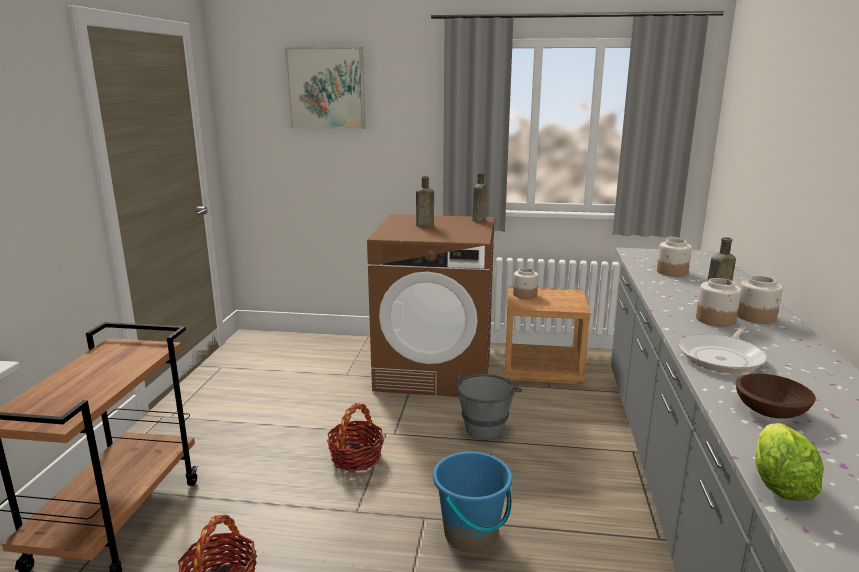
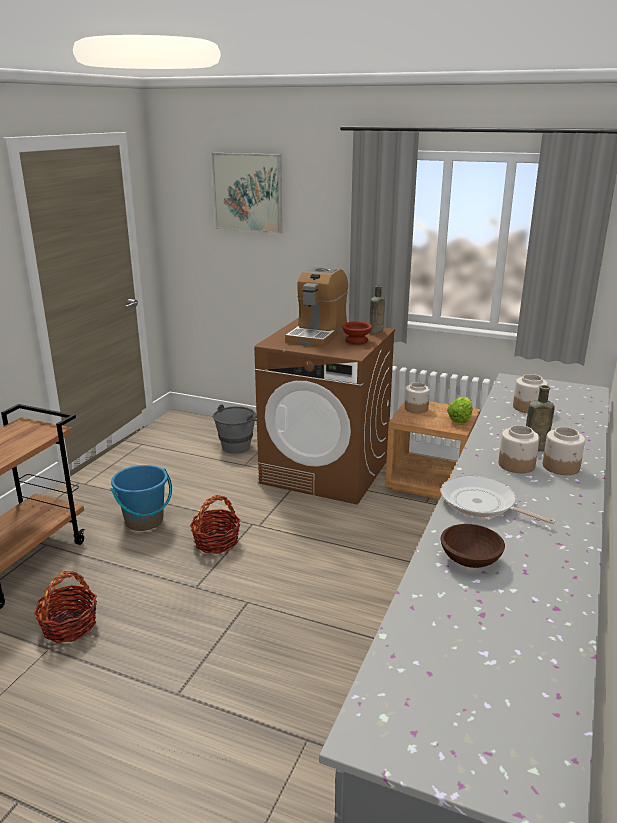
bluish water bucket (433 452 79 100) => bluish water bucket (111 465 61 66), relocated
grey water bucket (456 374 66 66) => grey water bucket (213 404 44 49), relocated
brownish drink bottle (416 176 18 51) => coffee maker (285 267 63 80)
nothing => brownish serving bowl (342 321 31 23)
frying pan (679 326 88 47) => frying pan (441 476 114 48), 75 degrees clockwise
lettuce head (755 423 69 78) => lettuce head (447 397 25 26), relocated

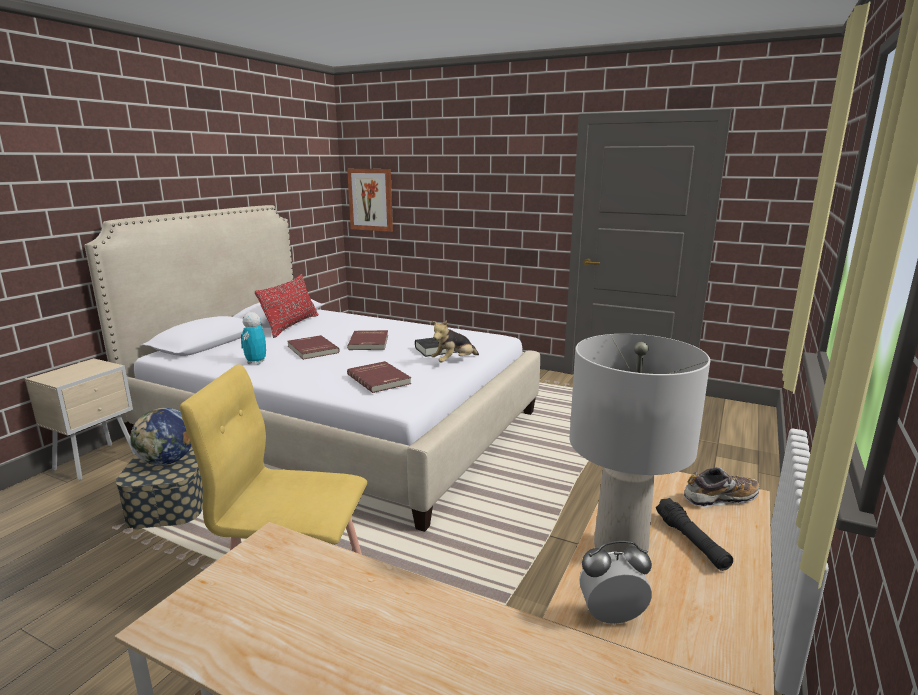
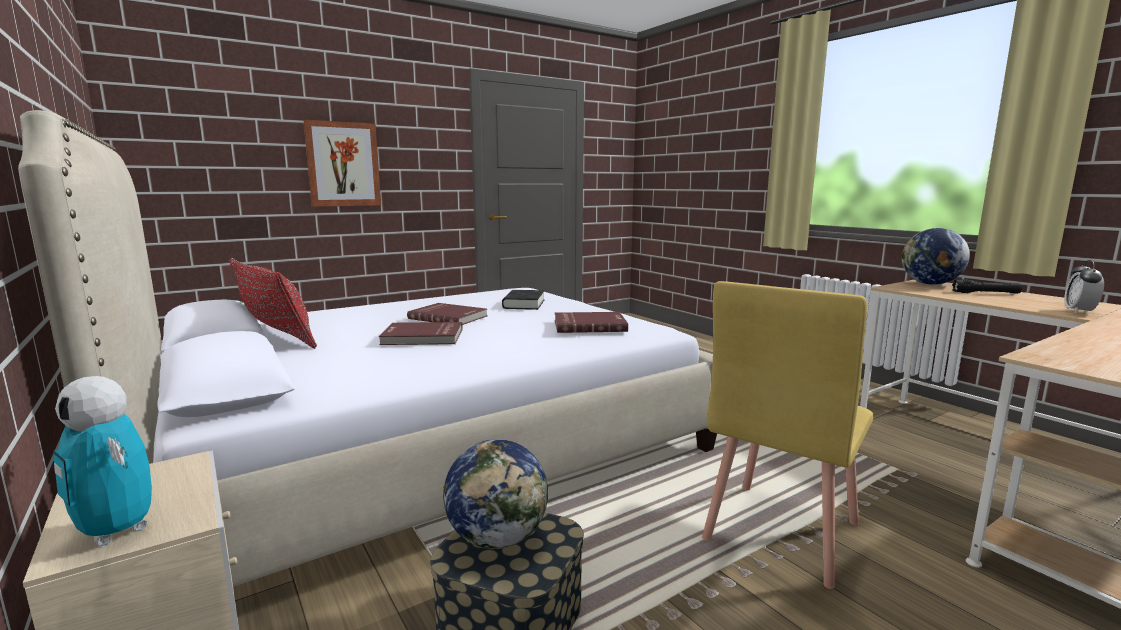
model robot (241 312 25 52) => model robot (53 376 99 170), relocated
wall art (347 169 46 63) => wall art (303 120 78 87), relocated
item of footwear (683 467 76 40) => world globe (902 228 68 57)
cuddly toy (431 320 48 43) => nothing
grey table lamp (569 334 141 220) => nothing

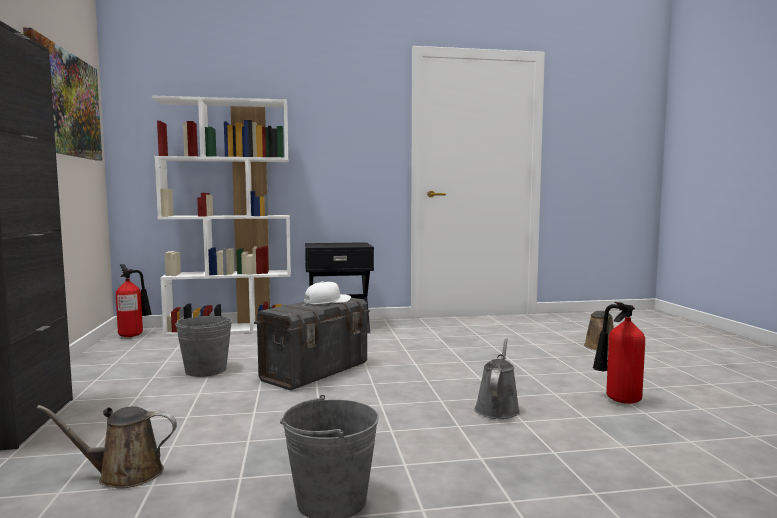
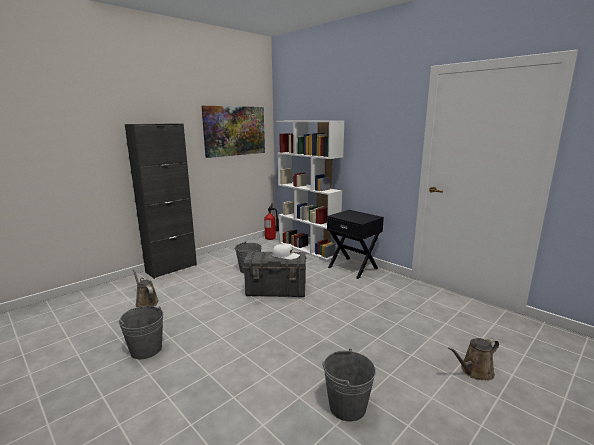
extinguisher (593 302 52 102) => grey water bucket (322 349 54 73)
grey watering pot (474 338 46 81) => nothing

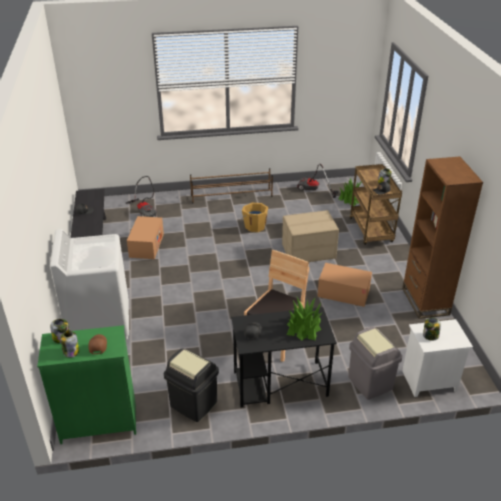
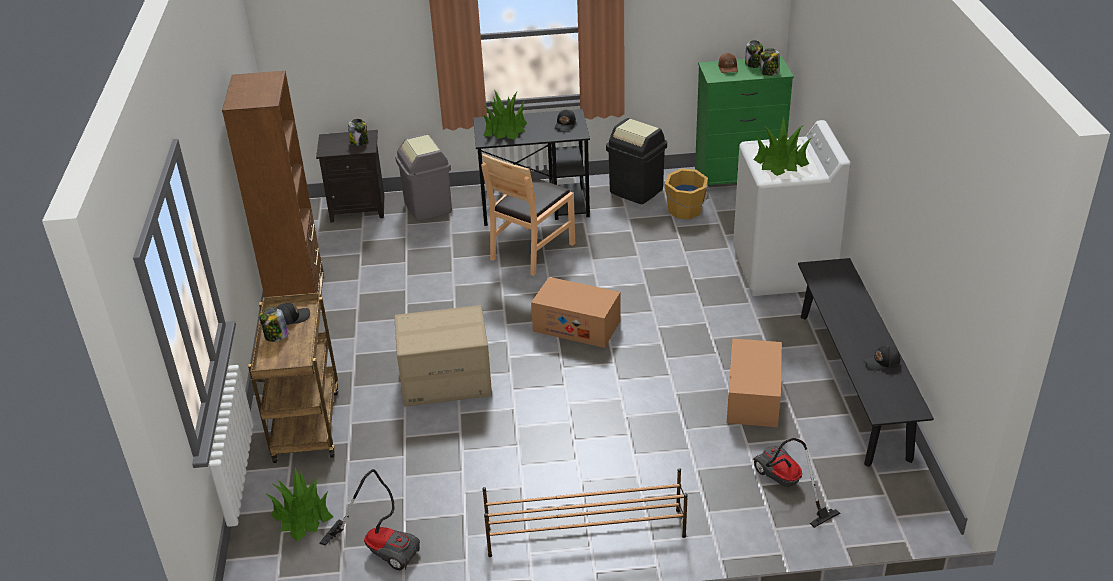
white bedside table (402 319 71 78) => black-coloured bedside table (316 130 69 92)
packing box (317 263 55 44) => packing box (531 277 90 71), relocated
orange-coloured water bucket (241 203 27 29) => orange-coloured water bucket (665 168 44 51), relocated
nothing => potted plant (753 117 58 59)

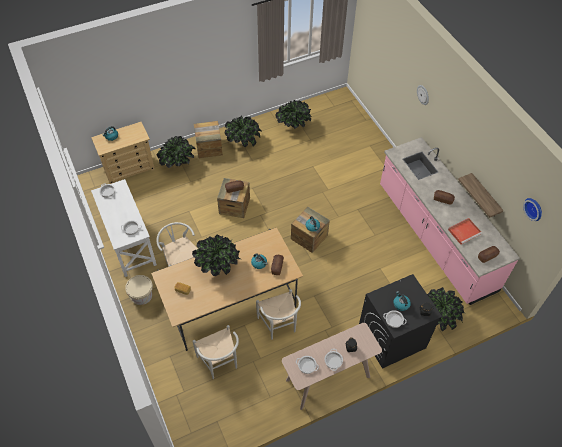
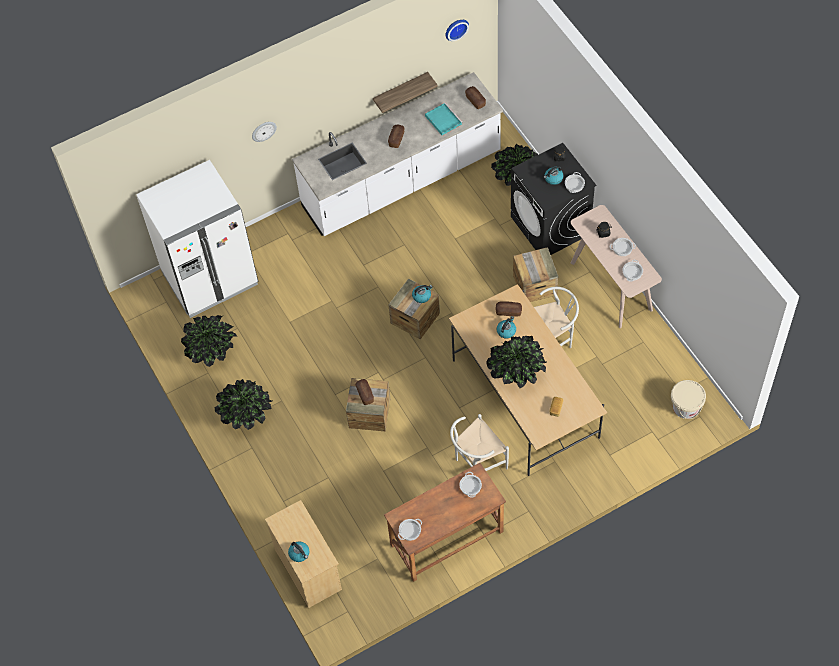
nothing => white kitchen fridge (136 160 122 158)
pinkish kitchen counter (380 137 140 168) => white kitchen counter (292 72 211 164)
white desk (91 179 66 98) => brownish desk (384 463 122 119)
red-coloured serving tray (448 218 34 27) => blue-green serving tray (425 103 37 33)
packing crate (194 121 29 37) => packing crate (513 247 45 55), relocated
beige-coloured water bucket (125 275 28 30) => beige-coloured water bucket (671 380 35 39), relocated
potted plant (156 136 40 32) => nothing
white chair (192 325 47 54) => nothing

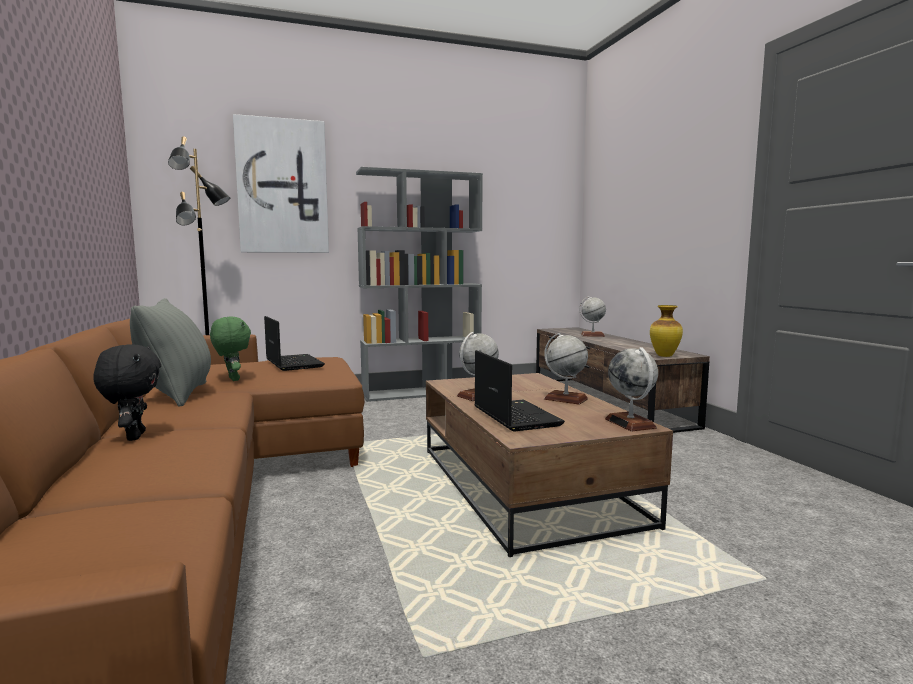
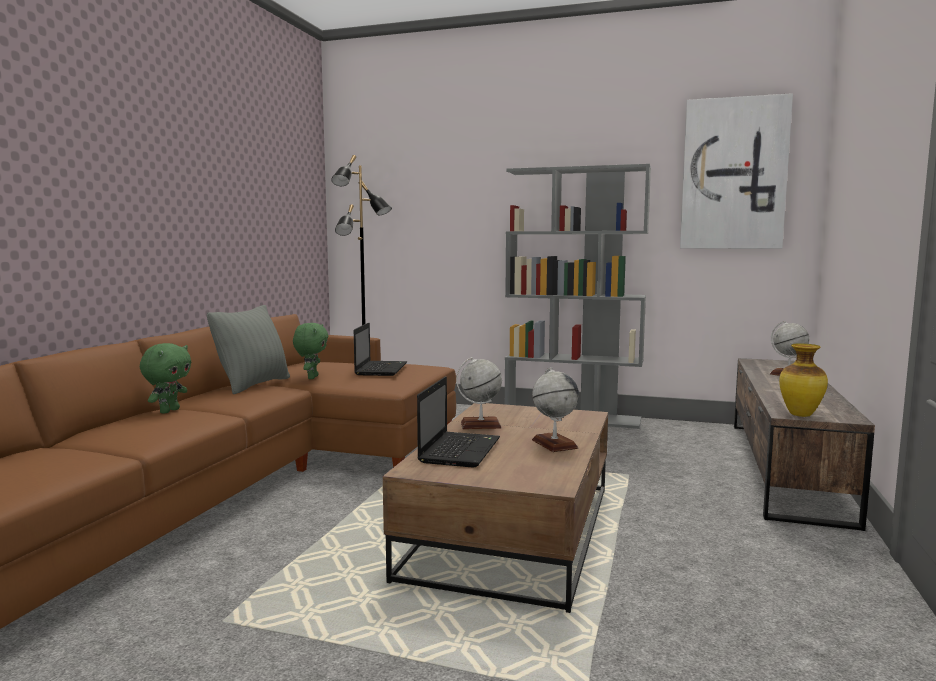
black-coloured cuddly toy (93 344 68 97) => green-coloured cuddly toy (140 343 51 70)
wall art (233 114 96 139) => wall art (680 93 113 156), relocated
world globe (605 347 53 84) => nothing

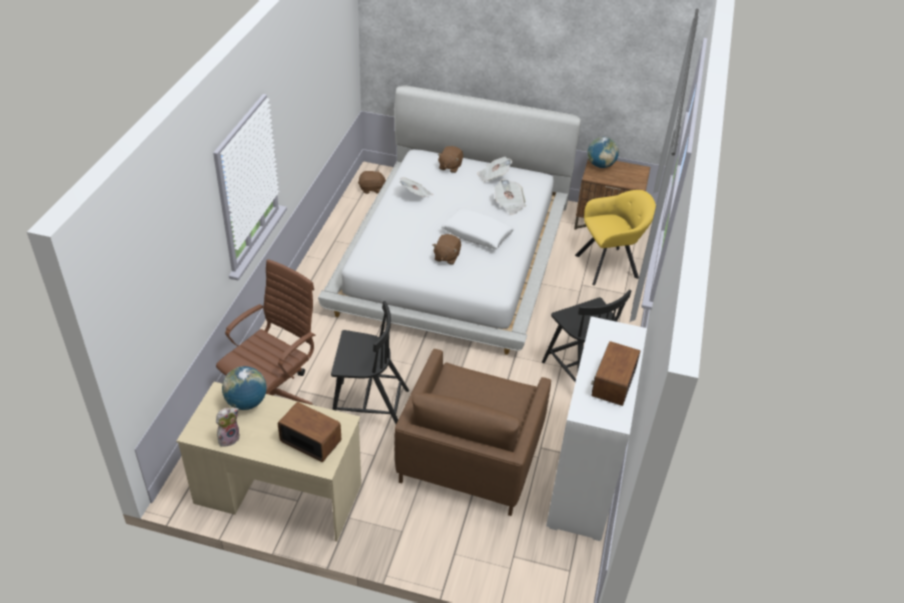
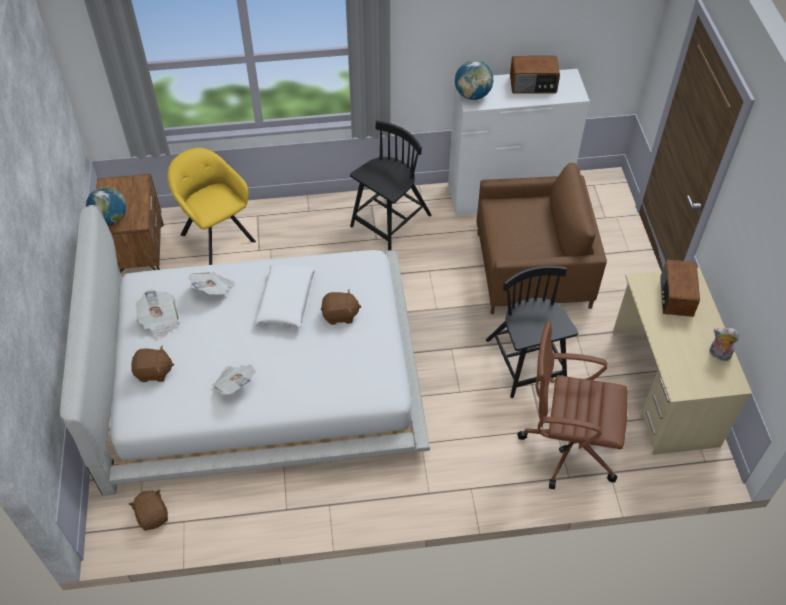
world globe (222 366 45 44) => world globe (455 60 38 40), relocated

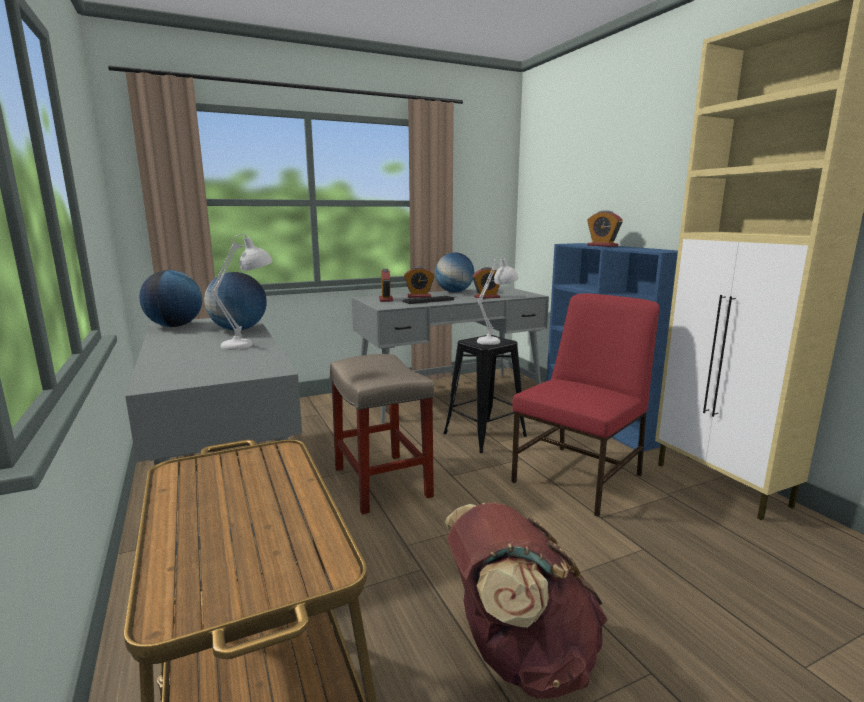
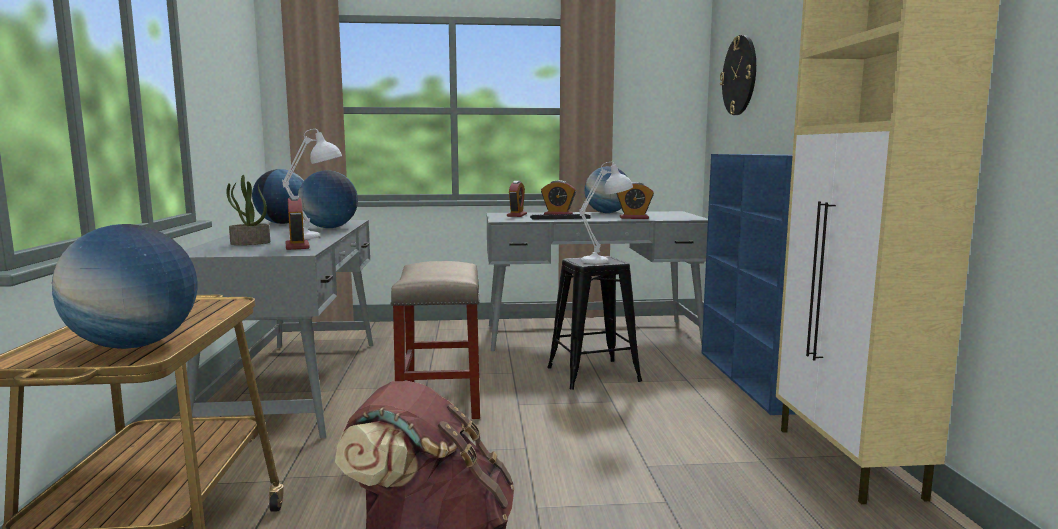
nothing => world globe (52 224 145 125)
nothing => potted plant (226 175 44 70)
alarm clock (587 211 36 36) => alarm clock (285 196 25 54), relocated
nothing => wall clock (720 35 36 80)
red-coloured chair (511 293 148 224) => nothing

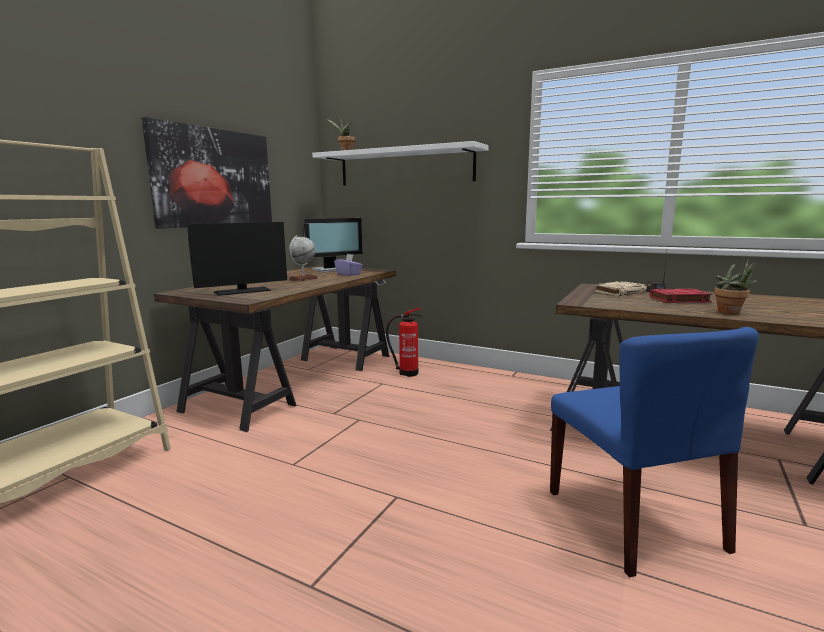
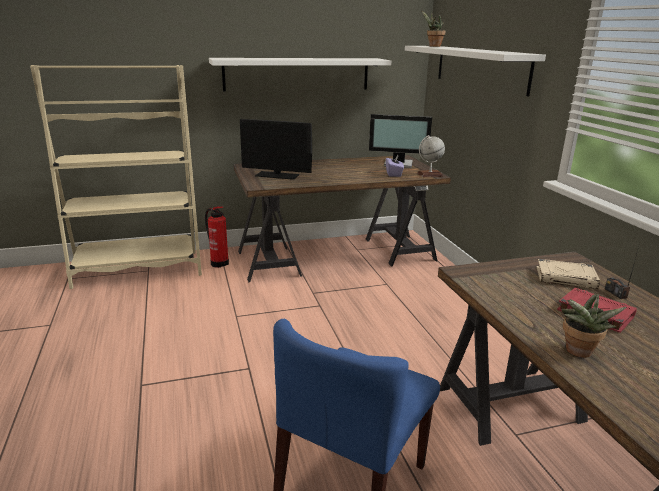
extinguisher (386 308 36 69) => extinguisher (205 206 24 62), relocated
wall art (142 117 130 112) => white bracket shelf (209 58 182 33)
world globe (289 236 29 45) => world globe (417 135 28 42), relocated

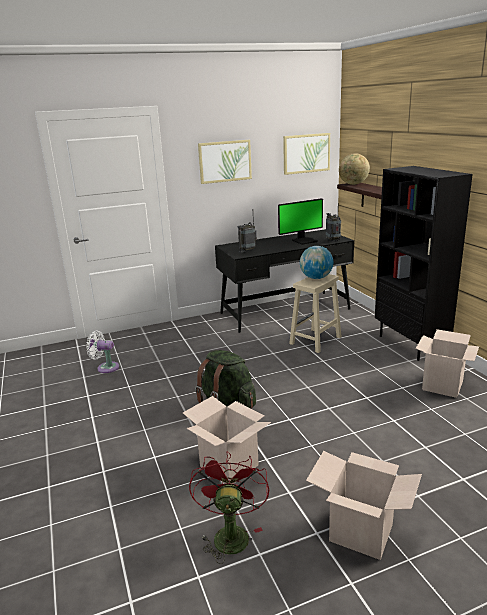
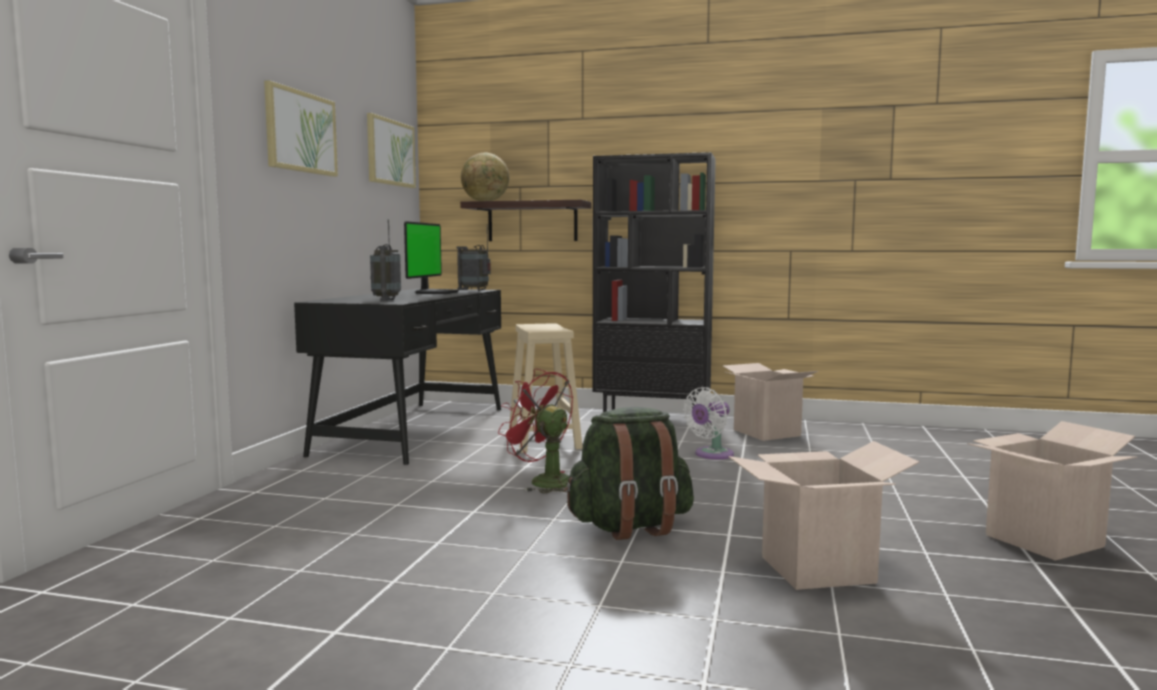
red-coloured electric fan (189 451 80 113) => red-coloured electric fan (498 369 75 125), relocated
white electric fan (86 331 33 42) => white electric fan (683 387 51 72), relocated
world globe (300 246 33 33) => nothing

